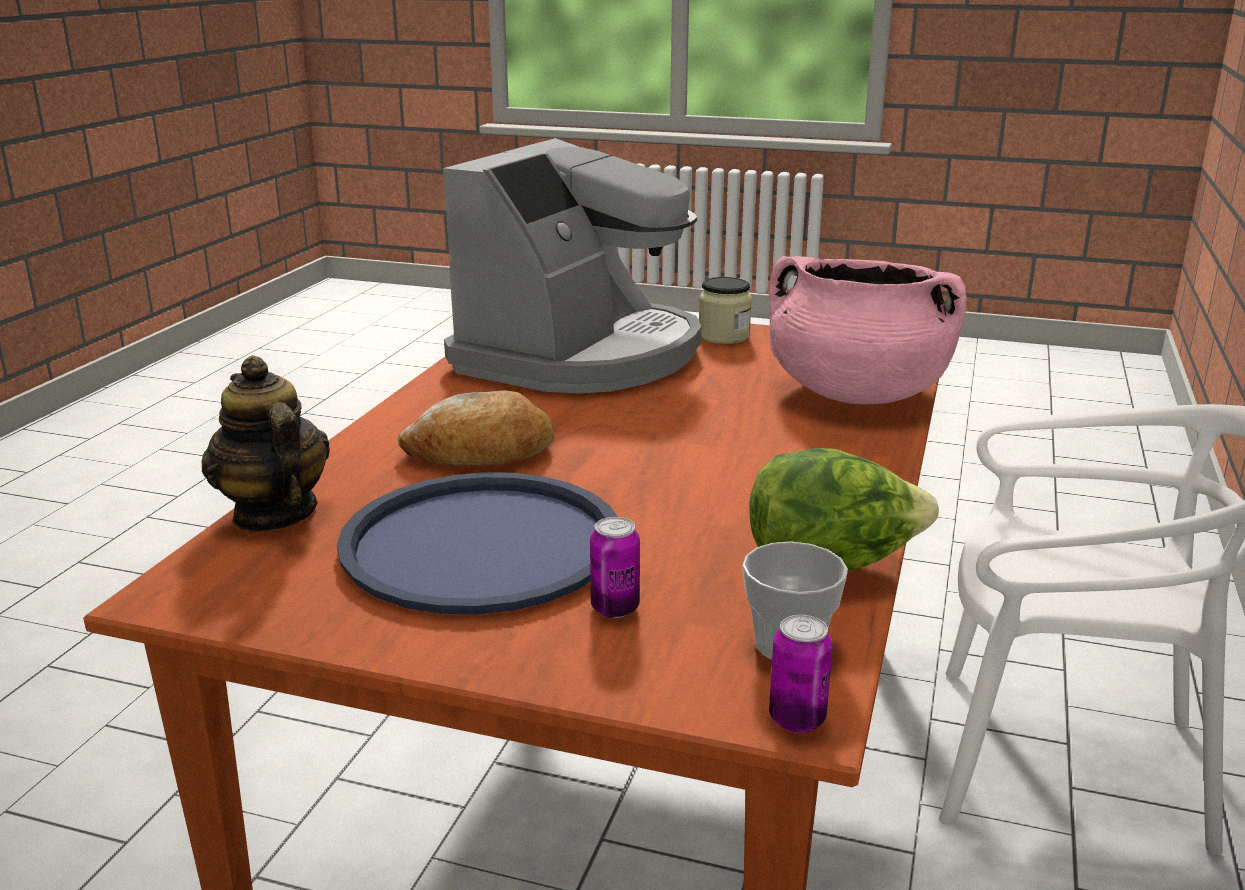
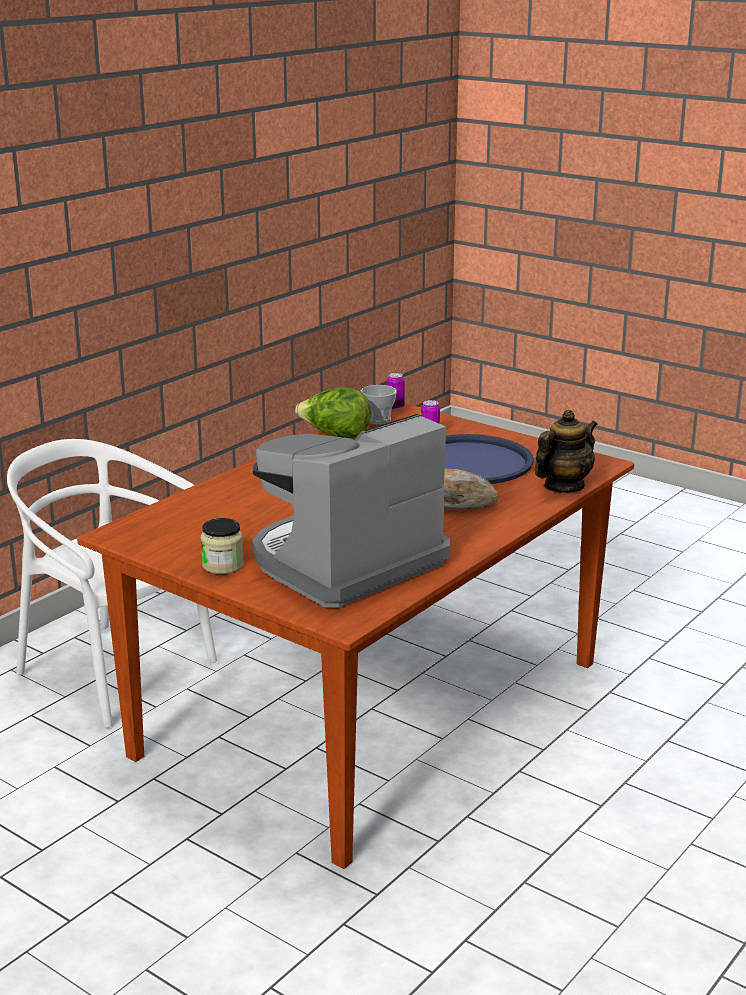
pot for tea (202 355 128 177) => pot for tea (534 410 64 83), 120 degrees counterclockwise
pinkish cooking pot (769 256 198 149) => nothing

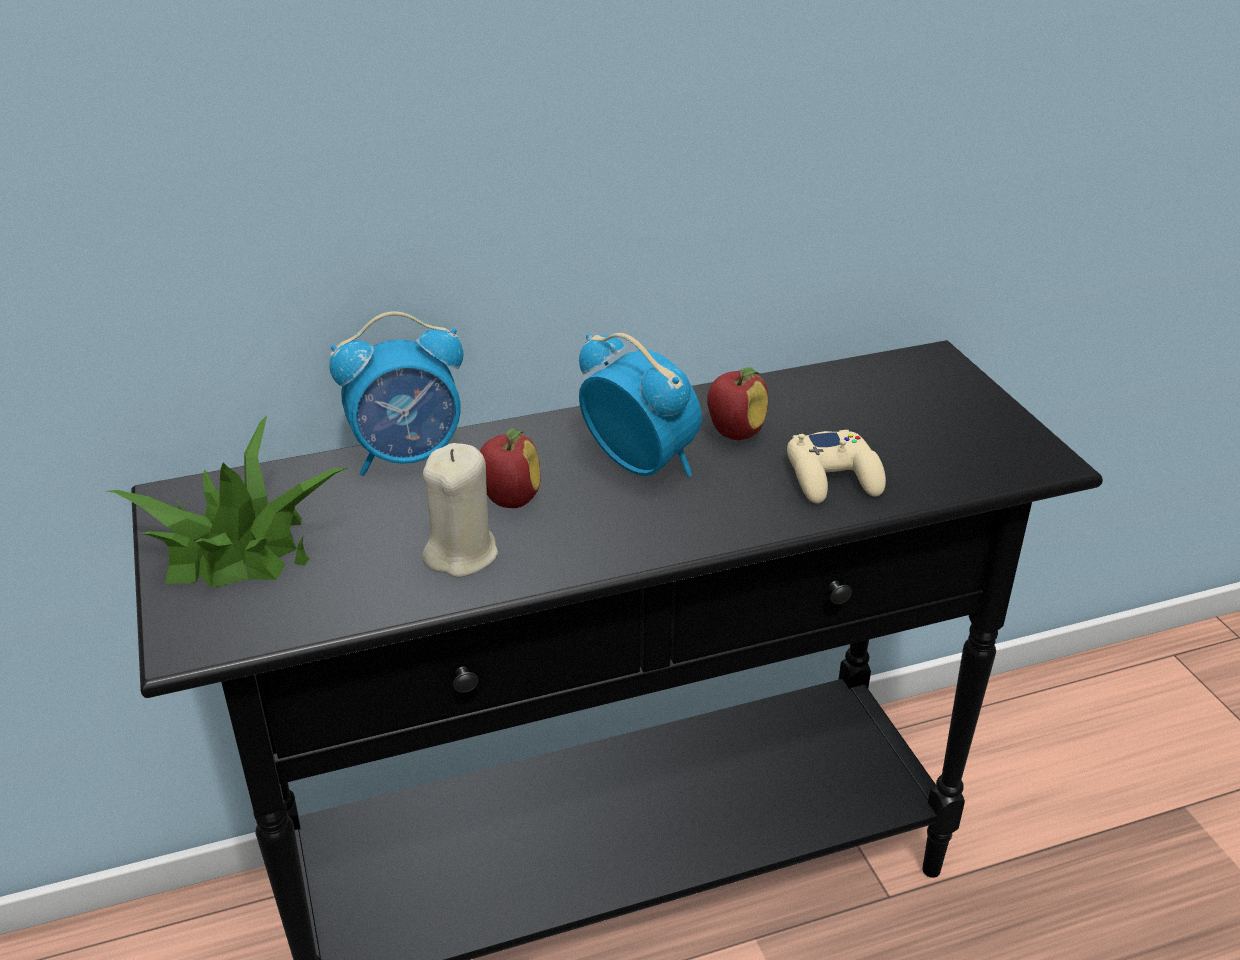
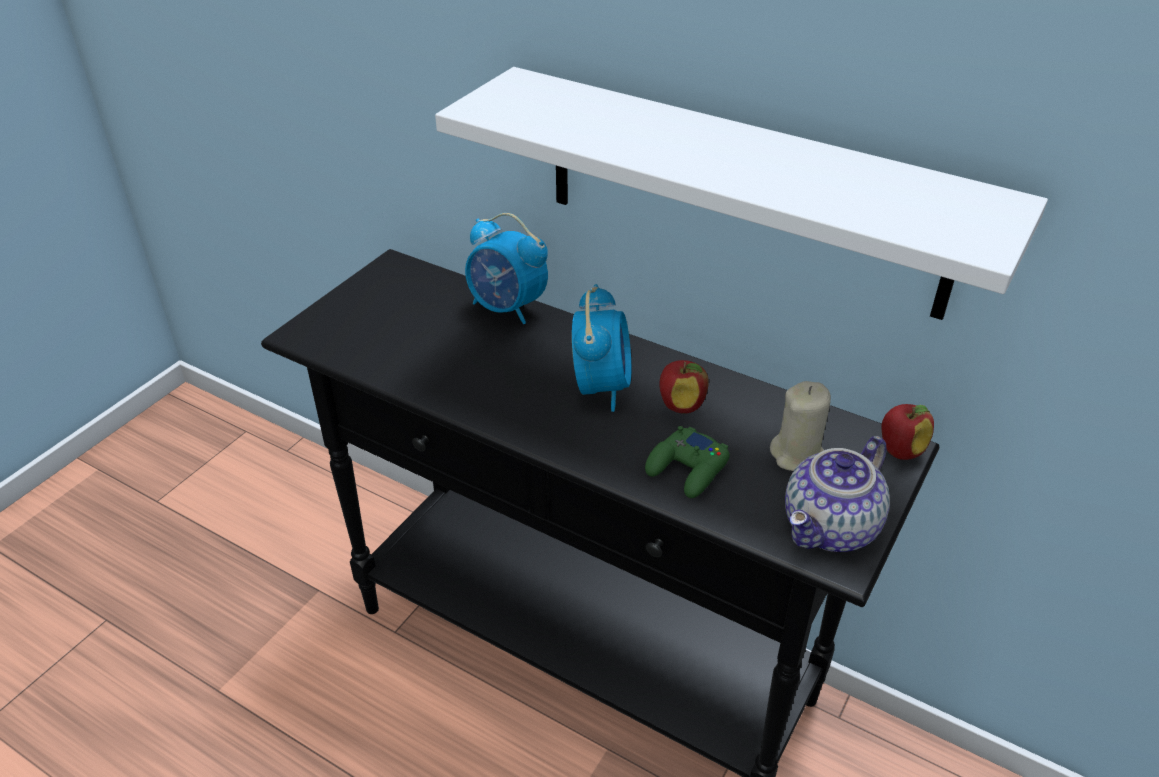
nothing => white bracket shelf (435 67 613 253)
beige-coloured joypad (787 430 99 74) => green-coloured joypad (645 426 85 72)
beige-coloured wax light (422 443 76 135) => beige-coloured wax light (770 381 61 90), relocated
nothing => pot for tea (785 436 105 116)
apple (480 428 61 80) => apple (881 404 53 56), relocated
potted plant (107 415 242 173) => nothing

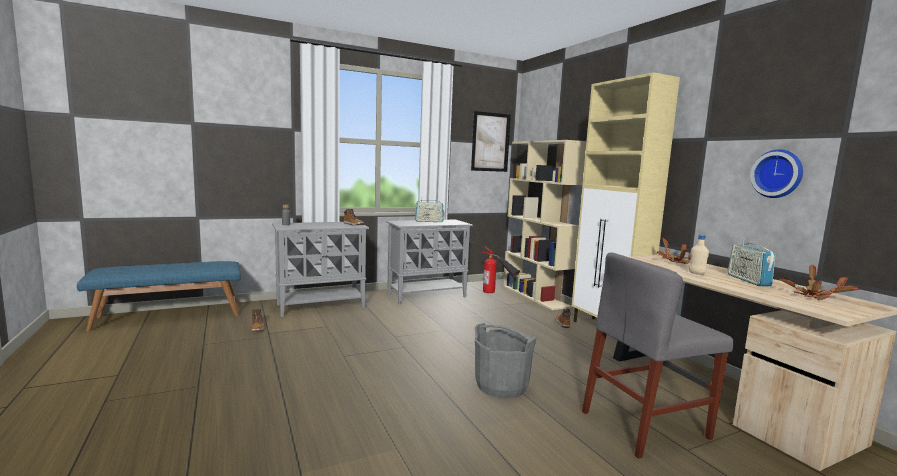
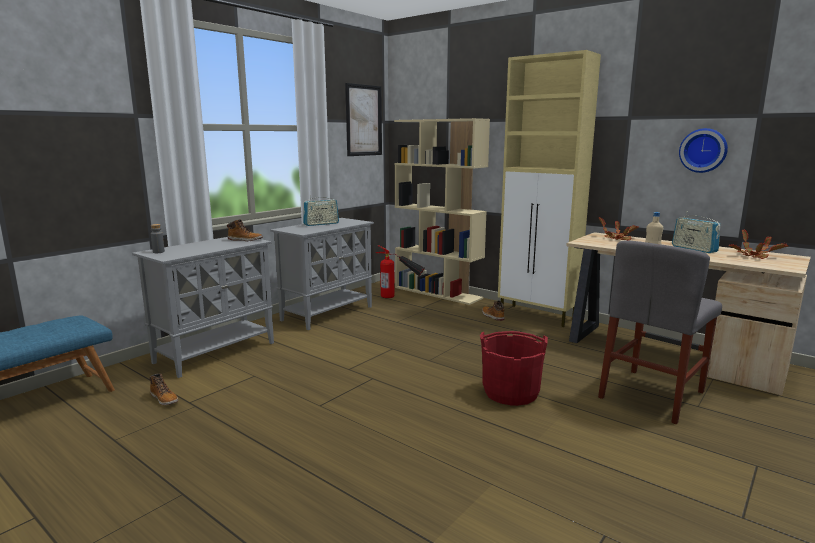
grey water bucket (474 323 63 75) => red-coloured water bucket (480 331 68 75)

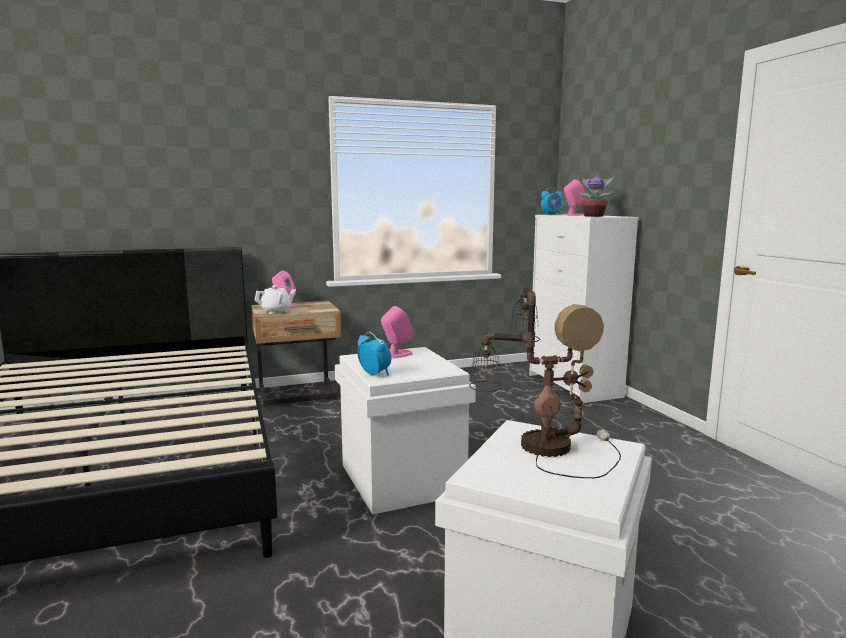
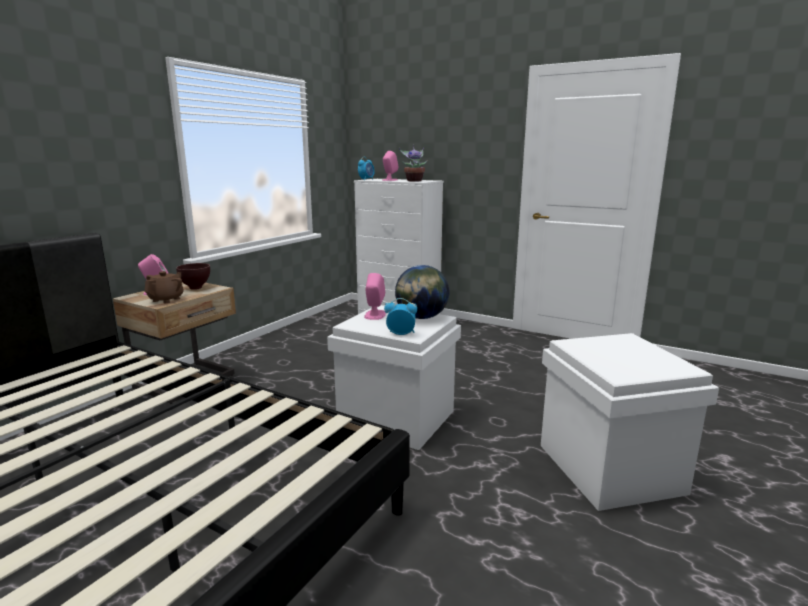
white pot for tea (254 285 42 29) => brownish pot for tea (145 271 39 32)
nothing => brownish serving bowl (176 263 34 27)
nothing => world globe (395 265 54 54)
table lamp (469 286 152 192) => nothing

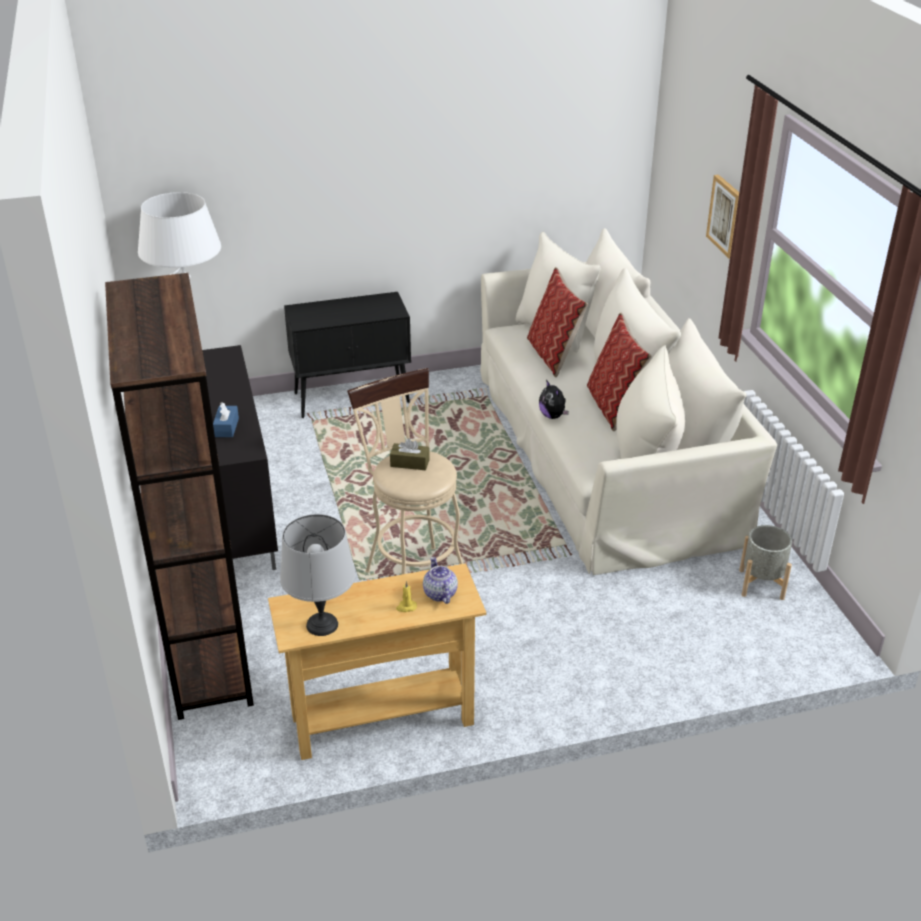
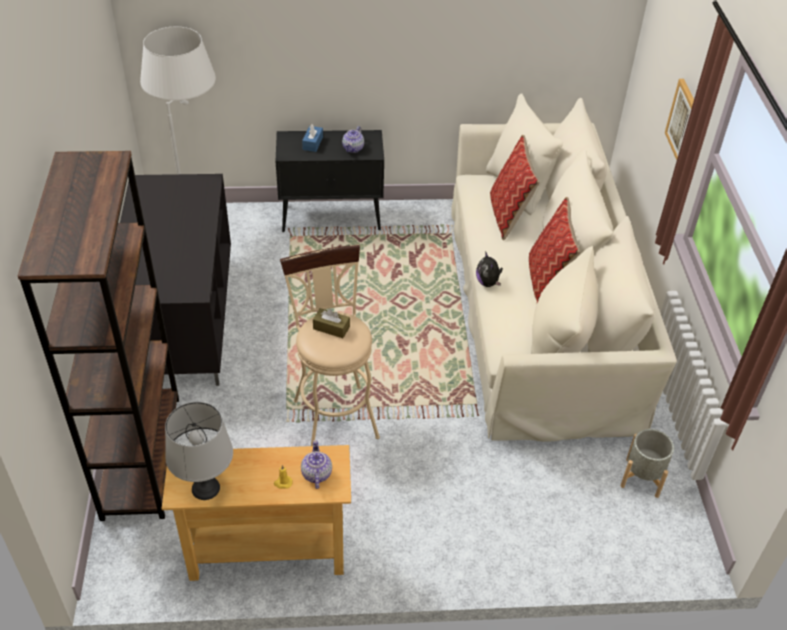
bluish tissue box (213 402 26 35) => bluish tissue box (302 124 21 28), relocated
nothing => pot for tea (342 126 22 27)

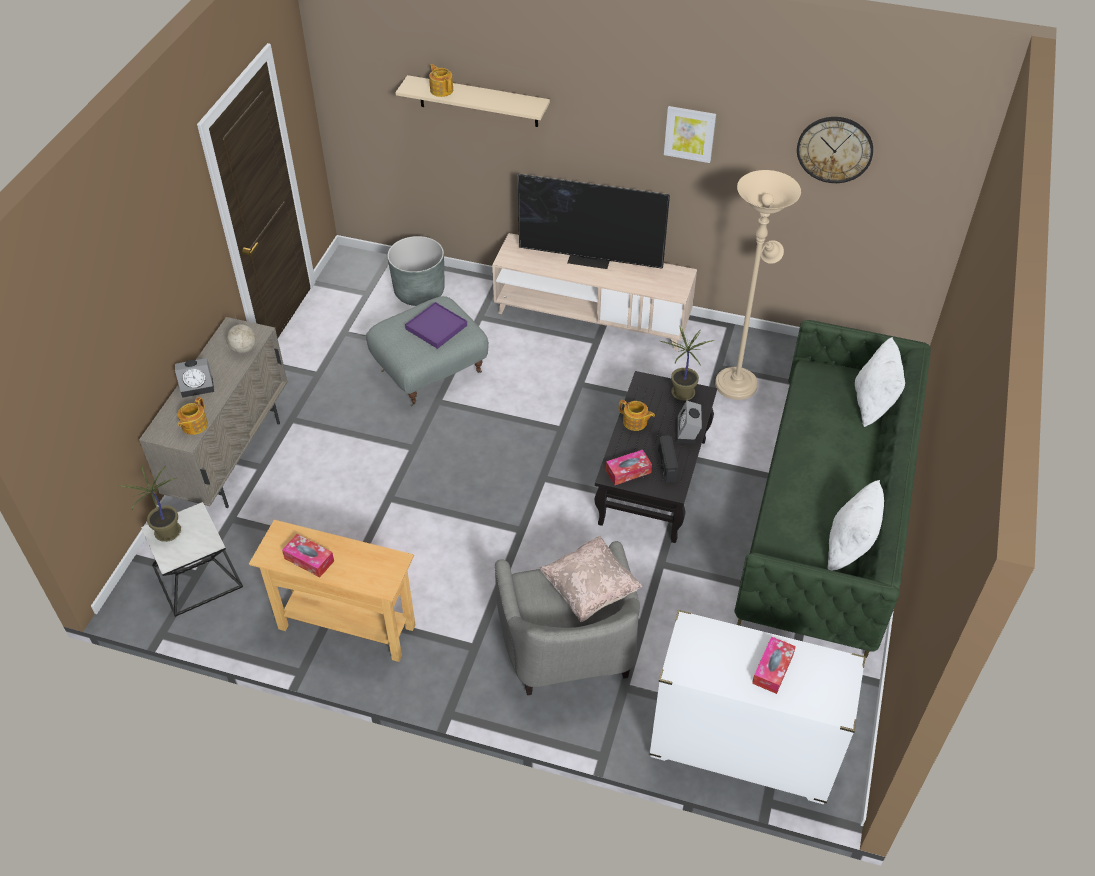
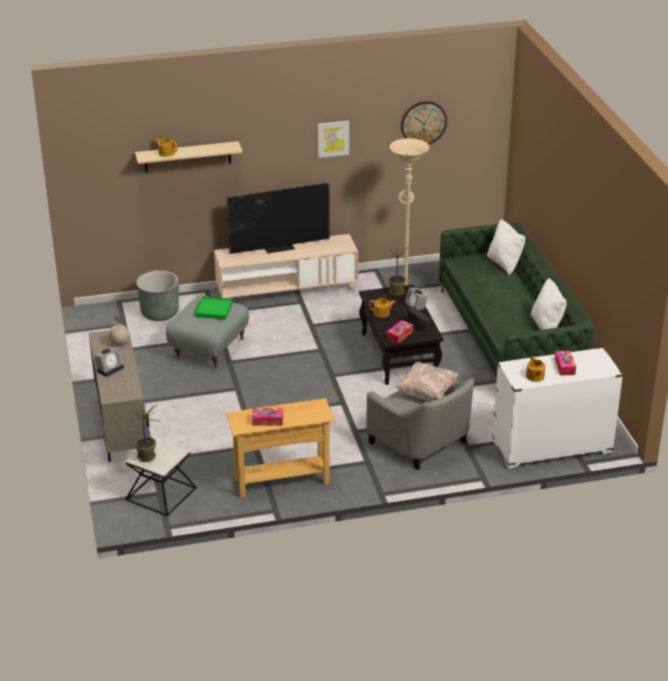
purplish serving tray (405 302 62 47) => green-coloured serving tray (195 297 38 23)
pot for tea (178 397 30 38) => pot for tea (526 356 19 26), relocated

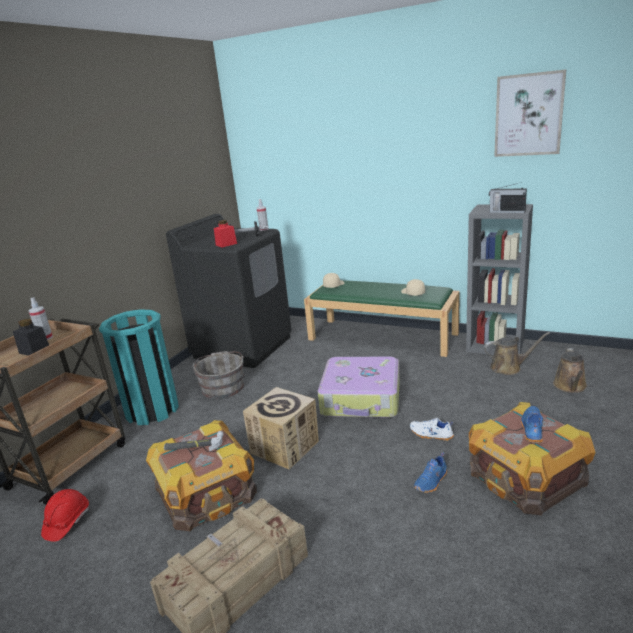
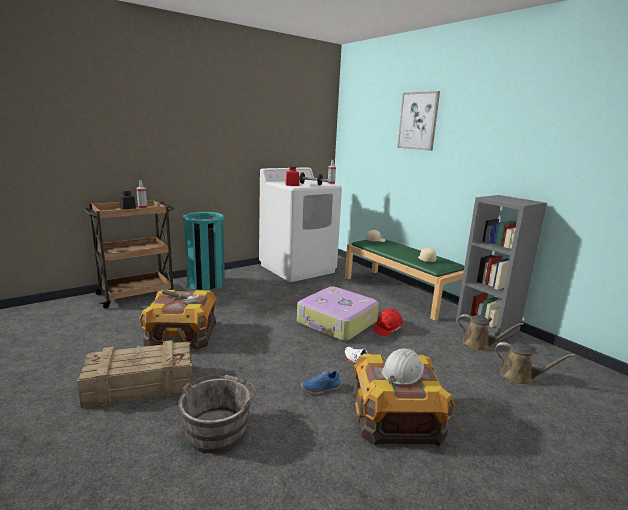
grey water bucket (193 351 51 48) => grey water bucket (178 375 79 78), relocated
black-coloured laundry appliance (166 214 126 154) => white laundry appliance (259 167 83 115)
red-coloured safety helmet (41 489 48 53) => red-coloured safety helmet (373 309 30 27), relocated
bluish item of footwear (521 406 22 37) => white safety helmet (382 348 42 37)
wall art (494 69 72 88) => wall art (397 91 43 60), relocated
brownish watering pot (553 348 34 45) => brownish watering pot (495 342 80 43), 105 degrees counterclockwise
packing box (243 387 76 83) => nothing
radio receiver (489 182 38 31) => nothing

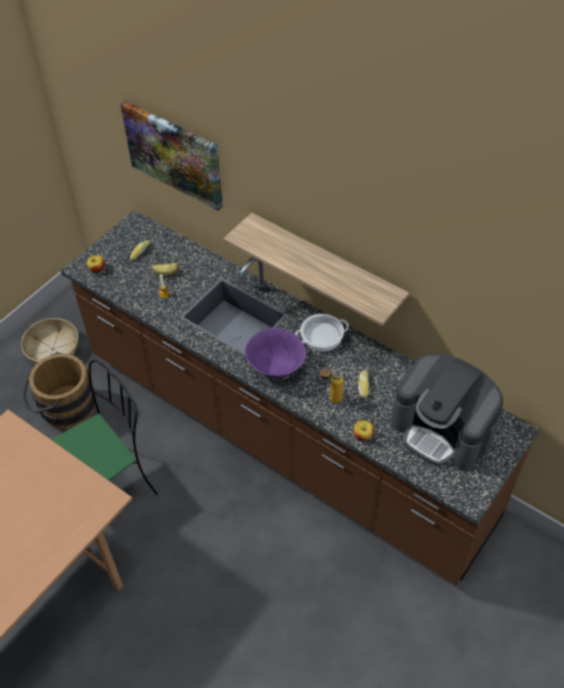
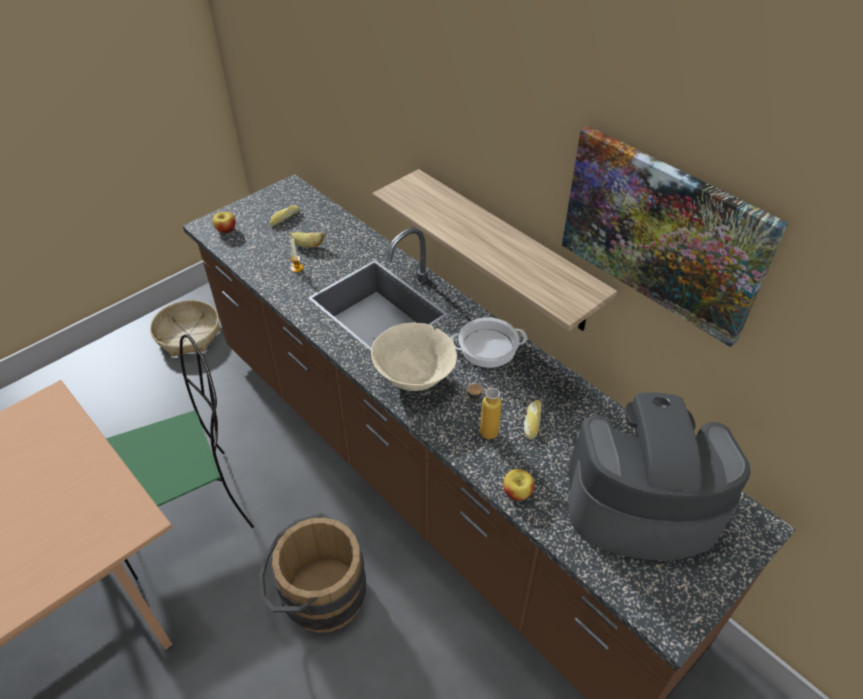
brownish water bucket (22 352 73 78) => brownish water bucket (259 513 107 120), relocated
purplish serving bowl (245 328 61 50) => beige-coloured serving bowl (371 322 86 69)
wall art (120 101 103 110) => wall art (562 126 226 221), relocated
coffee maker (391 353 112 118) => coffee maker (567 392 183 168), 135 degrees clockwise

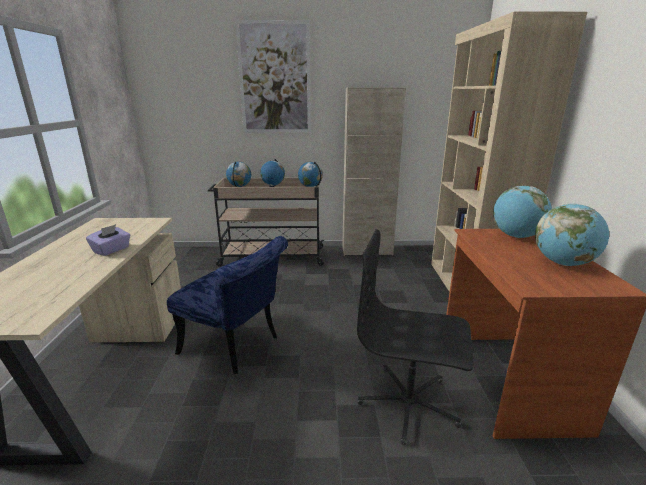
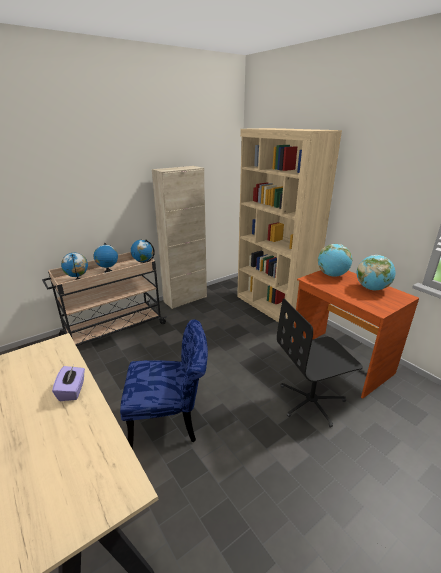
wall art (235 20 76 112) => nothing

